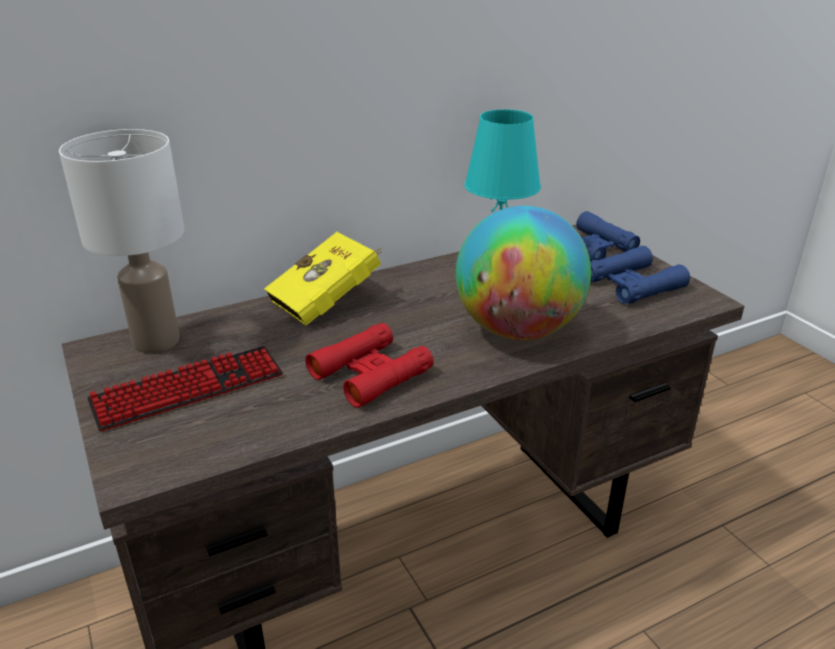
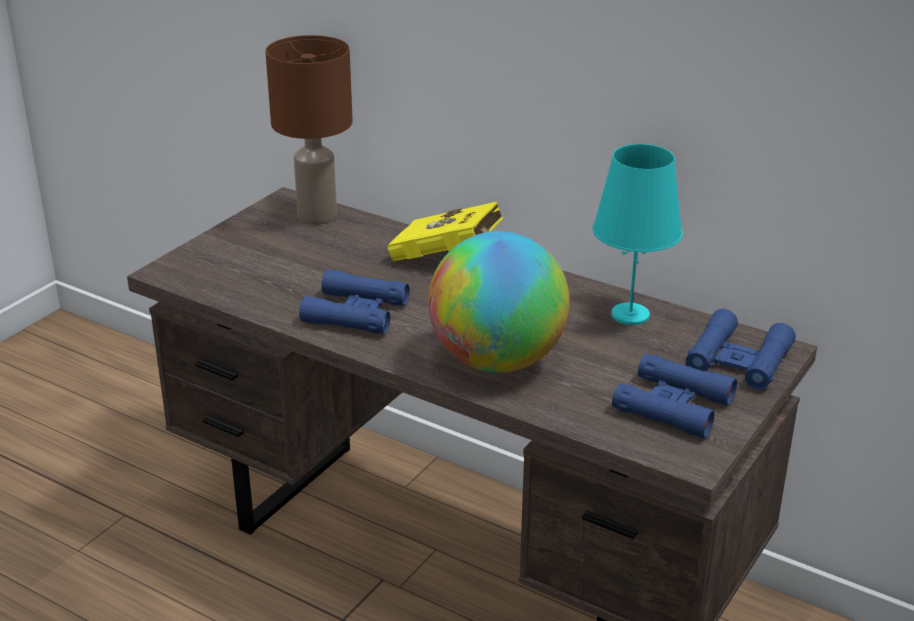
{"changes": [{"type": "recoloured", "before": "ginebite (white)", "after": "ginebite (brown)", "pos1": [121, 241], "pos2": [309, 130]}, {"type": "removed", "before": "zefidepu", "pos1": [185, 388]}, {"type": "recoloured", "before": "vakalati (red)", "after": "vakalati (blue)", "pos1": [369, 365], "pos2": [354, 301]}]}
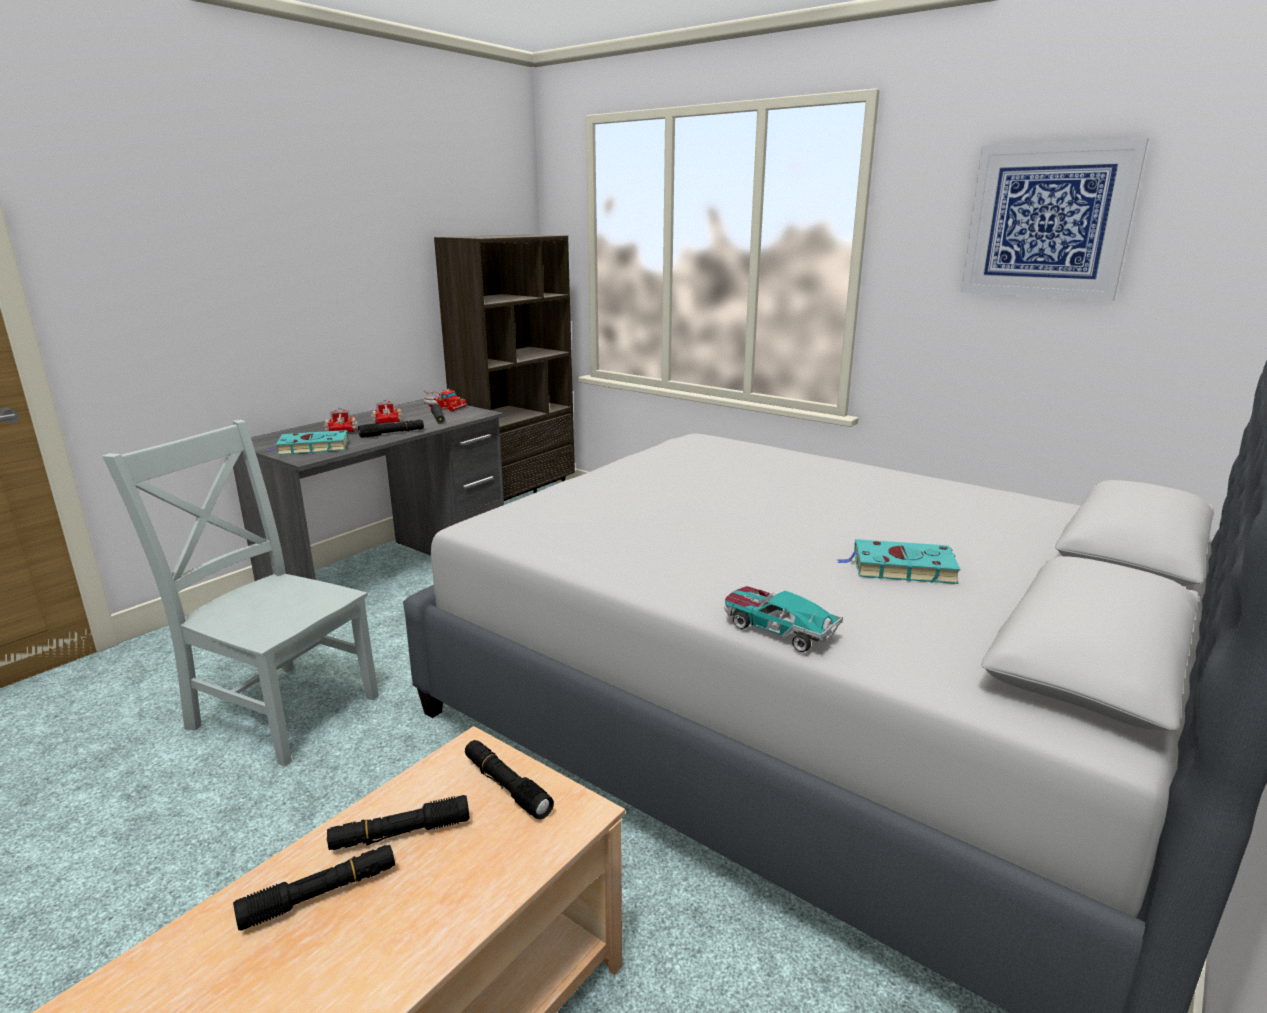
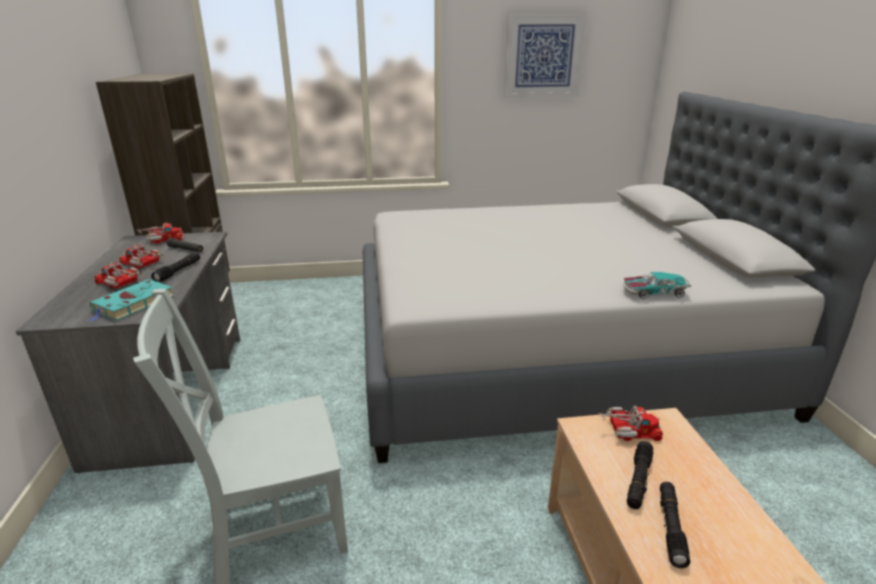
{"changes": [{"type": "replaced", "before": "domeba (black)", "after": "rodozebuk", "pos1": [509, 779], "pos2": [631, 423]}, {"type": "removed", "before": "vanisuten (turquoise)", "pos1": [898, 561]}]}
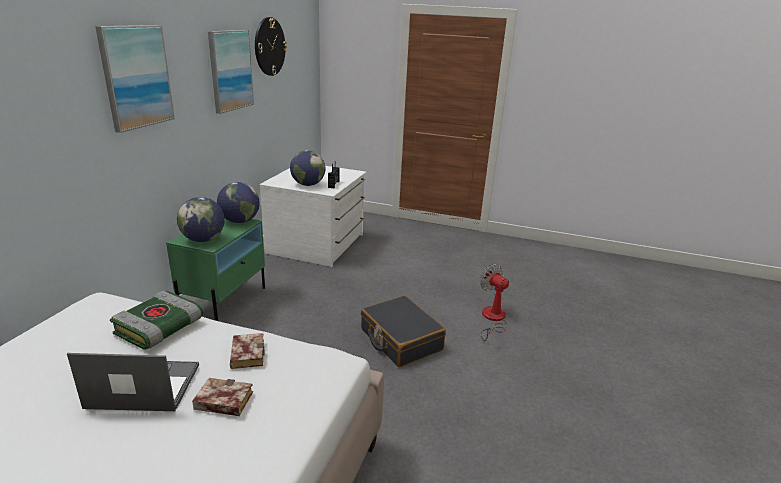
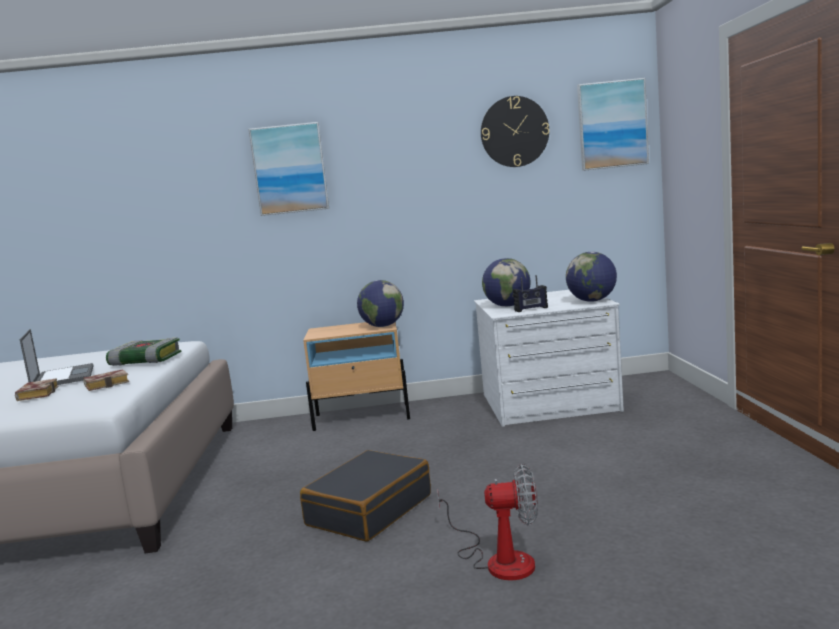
{"changes": [{"type": "recoloured", "before": "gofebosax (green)", "after": "gofebosax (beige)", "pos1": [215, 270], "pos2": [356, 376]}, {"type": "moved", "before": "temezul", "pos1": [201, 219], "pos2": [591, 277]}, {"type": "moved", "before": "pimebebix", "pos1": [231, 72], "pos2": [613, 124]}, {"type": "turned", "before": "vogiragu", "pos1": [494, 302], "pos2": [487, 522], "turn": 60}]}
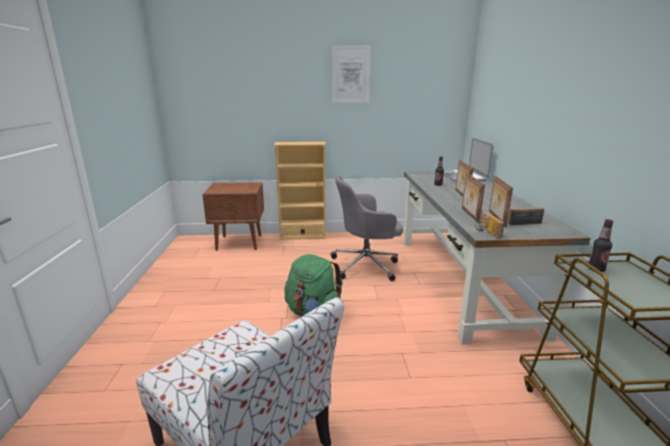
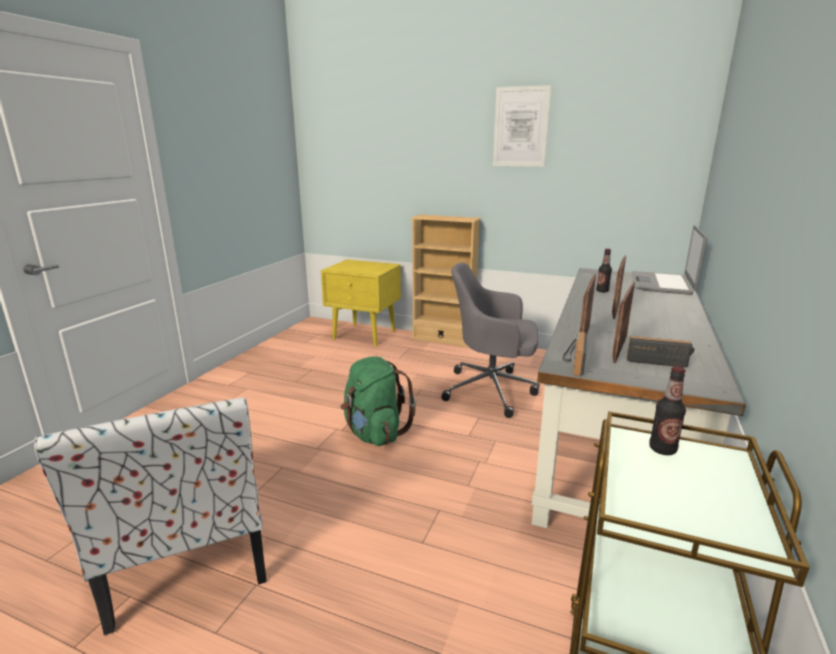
{"changes": [{"type": "recoloured", "before": "gofebosax (brown)", "after": "gofebosax (yellow)", "pos1": [233, 216], "pos2": [361, 303]}]}
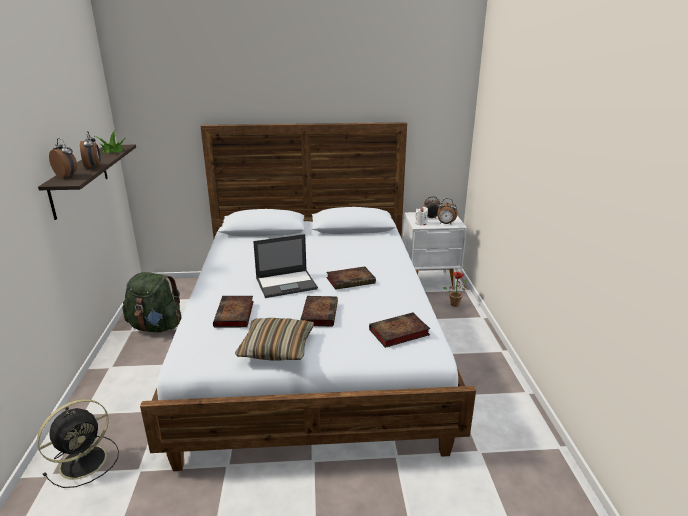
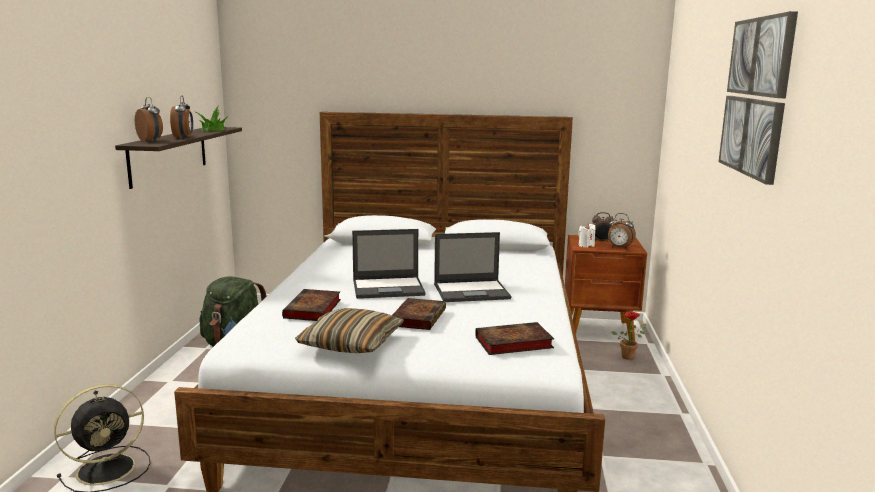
{"changes": [{"type": "replaced", "before": "vanisuten", "after": "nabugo", "pos1": [351, 278], "pos2": [473, 267]}, {"type": "recoloured", "before": "gofebosax (white)", "after": "gofebosax (brown)", "pos1": [435, 251], "pos2": [606, 288]}, {"type": "added", "after": "pimebebix", "pos2": [758, 98]}]}
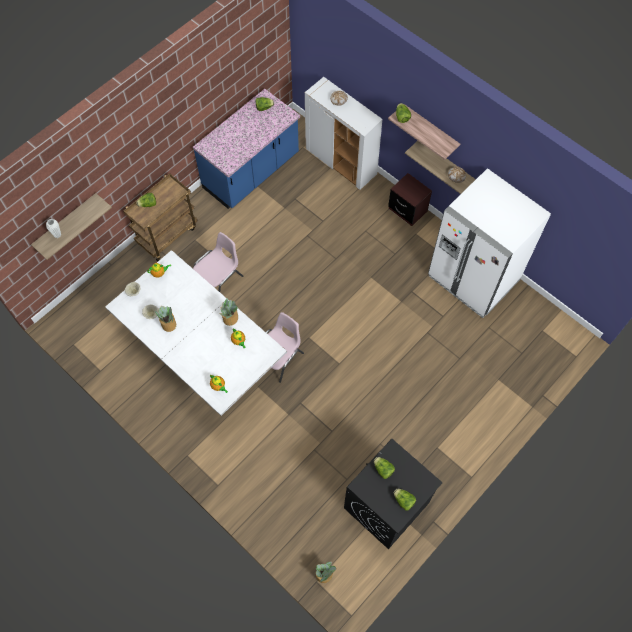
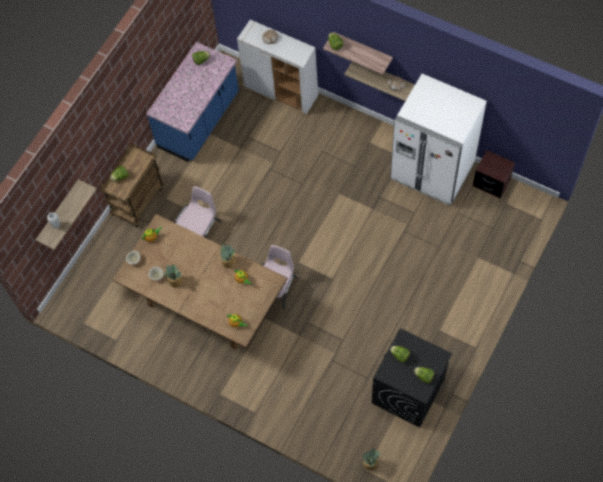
{"changes": [{"type": "recoloured", "before": "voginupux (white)", "after": "voginupux (brown)", "pos1": [196, 333], "pos2": [200, 282]}, {"type": "moved", "before": "gofebosax (brown)", "pos1": [410, 199], "pos2": [494, 174]}]}
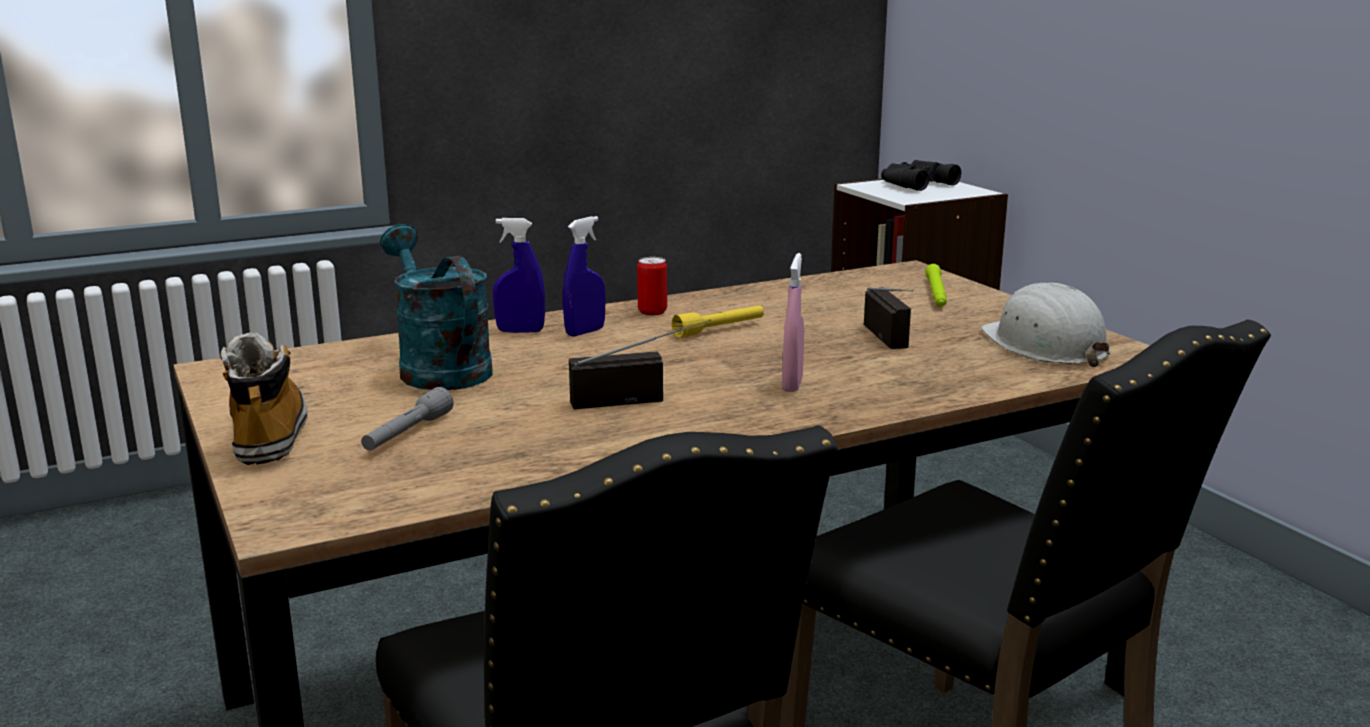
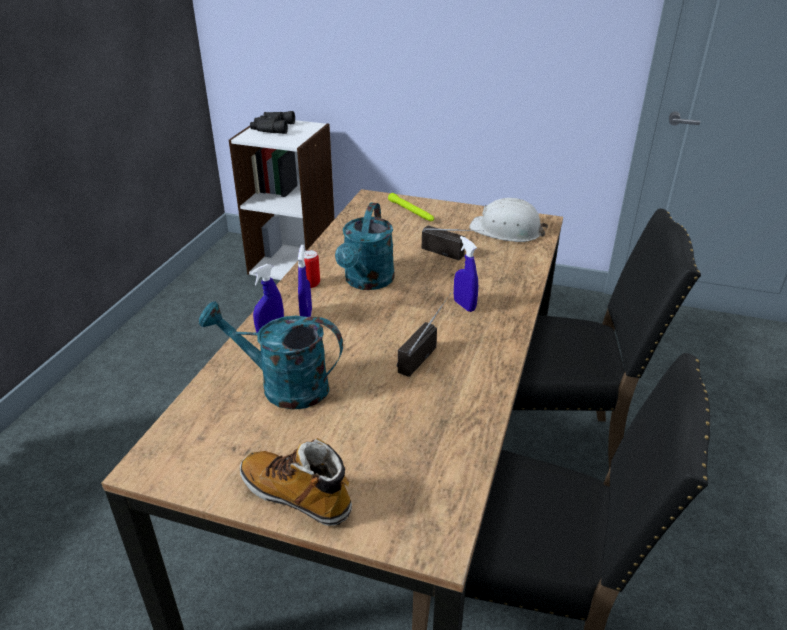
{"changes": [{"type": "removed", "before": "domeba (grey)", "pos1": [407, 419]}, {"type": "replaced", "before": "domeba (yellow)", "after": "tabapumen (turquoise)", "pos1": [718, 321], "pos2": [365, 246]}, {"type": "recoloured", "before": "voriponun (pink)", "after": "voriponun (blue)", "pos1": [793, 322], "pos2": [466, 274]}]}
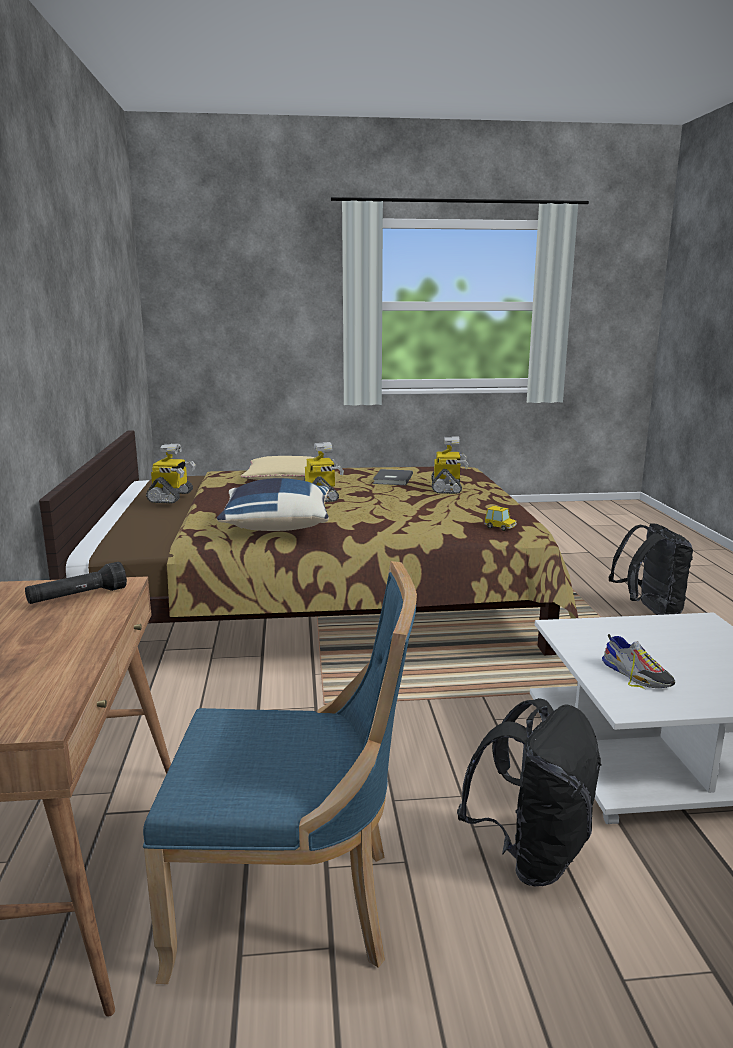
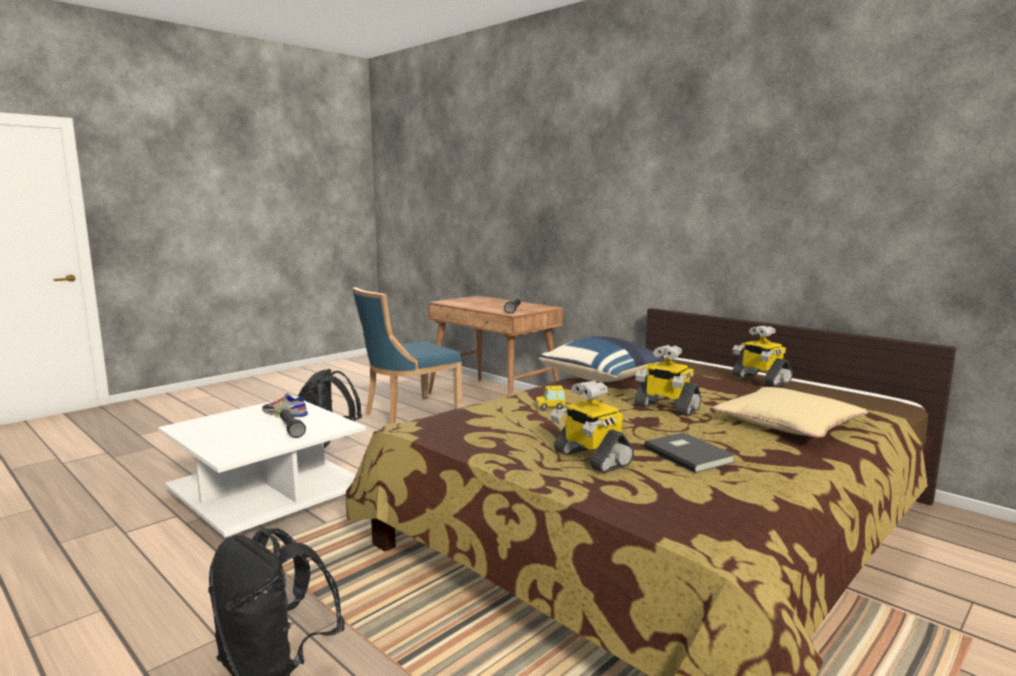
{"changes": [{"type": "moved", "before": "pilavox", "pos1": [500, 518], "pos2": [551, 398]}, {"type": "added", "after": "domeba (black)", "pos2": [293, 424]}]}
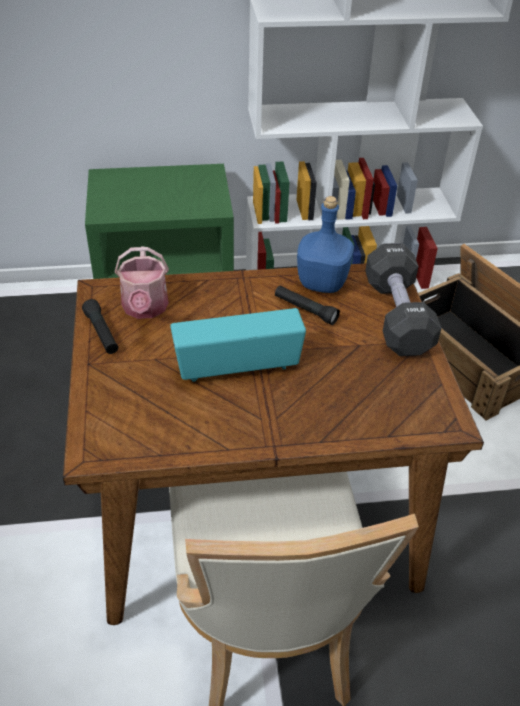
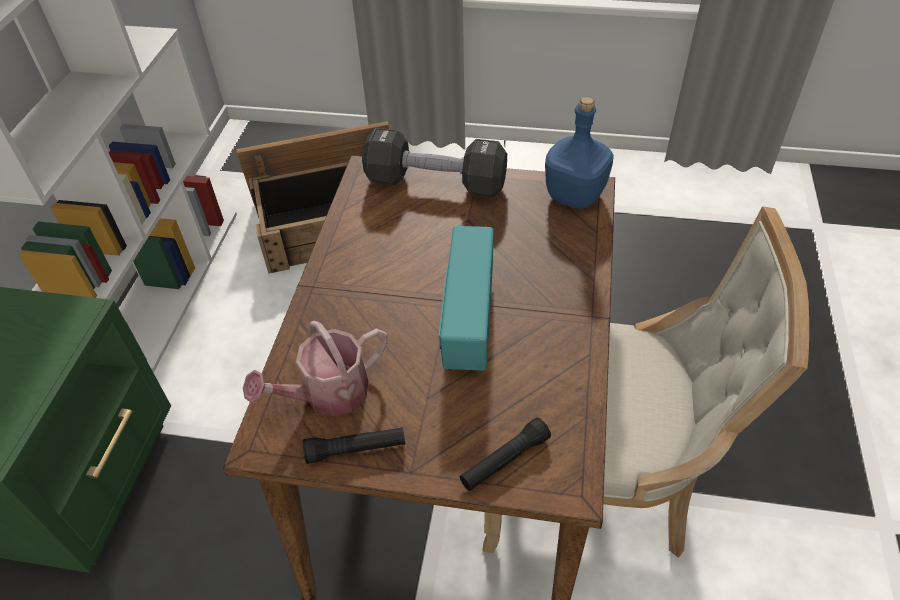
{"changes": [{"type": "turned", "before": "tabapumen", "pos1": [142, 283], "pos2": [315, 368], "turn": 135}, {"type": "moved", "before": "domeba (black)", "pos1": [307, 305], "pos2": [505, 454]}, {"type": "moved", "before": "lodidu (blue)", "pos1": [325, 244], "pos2": [579, 153]}]}
